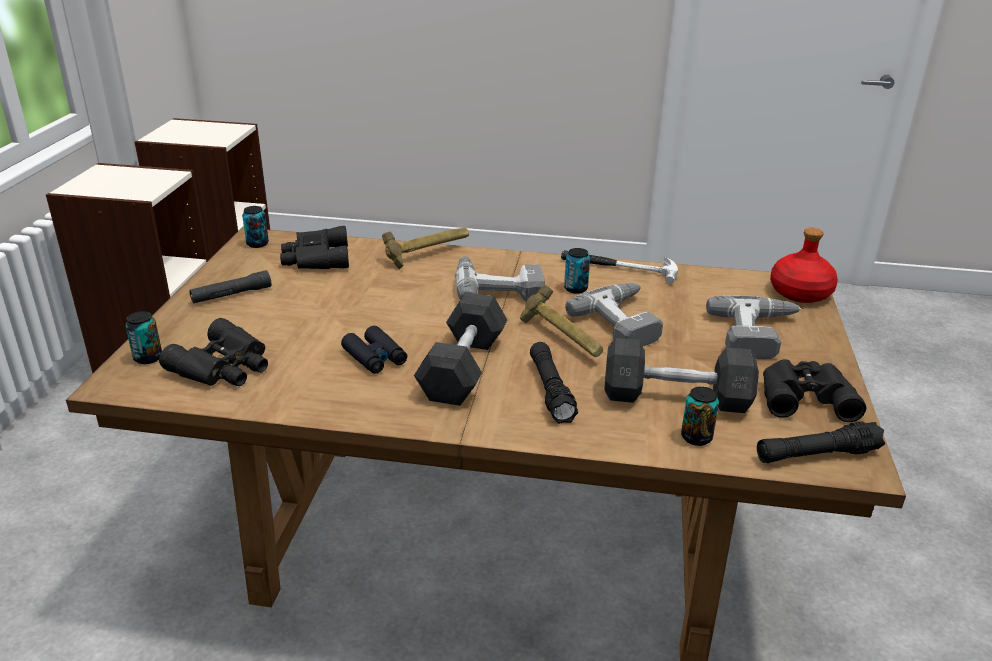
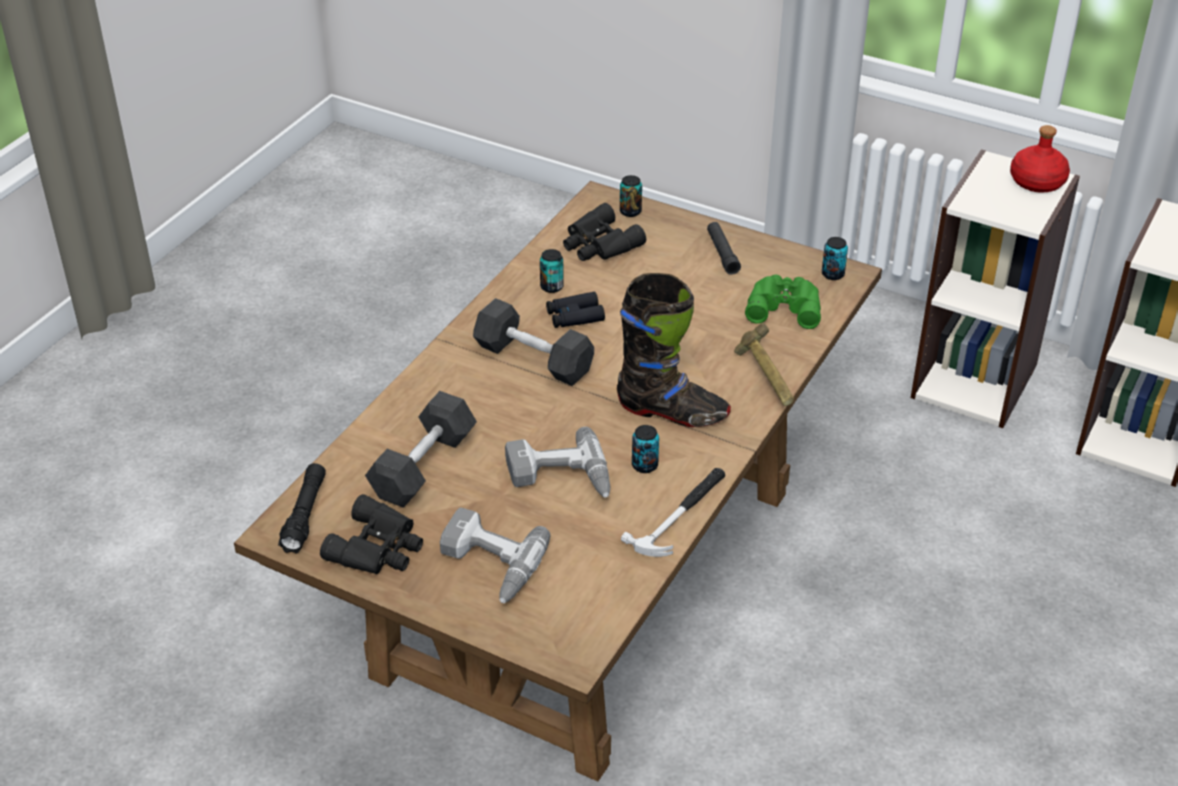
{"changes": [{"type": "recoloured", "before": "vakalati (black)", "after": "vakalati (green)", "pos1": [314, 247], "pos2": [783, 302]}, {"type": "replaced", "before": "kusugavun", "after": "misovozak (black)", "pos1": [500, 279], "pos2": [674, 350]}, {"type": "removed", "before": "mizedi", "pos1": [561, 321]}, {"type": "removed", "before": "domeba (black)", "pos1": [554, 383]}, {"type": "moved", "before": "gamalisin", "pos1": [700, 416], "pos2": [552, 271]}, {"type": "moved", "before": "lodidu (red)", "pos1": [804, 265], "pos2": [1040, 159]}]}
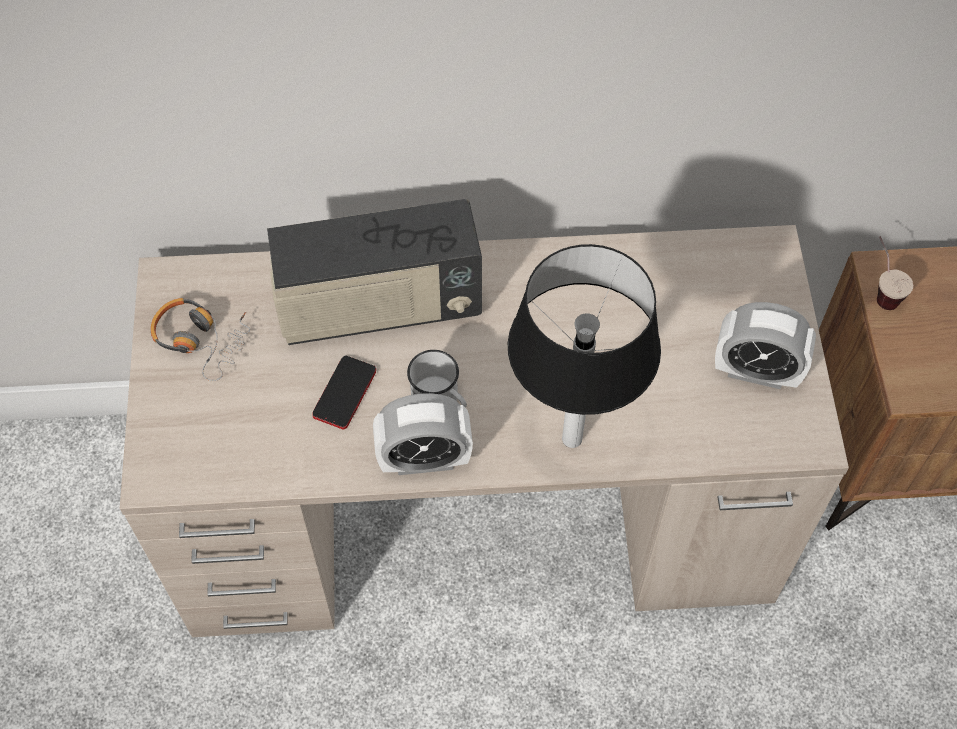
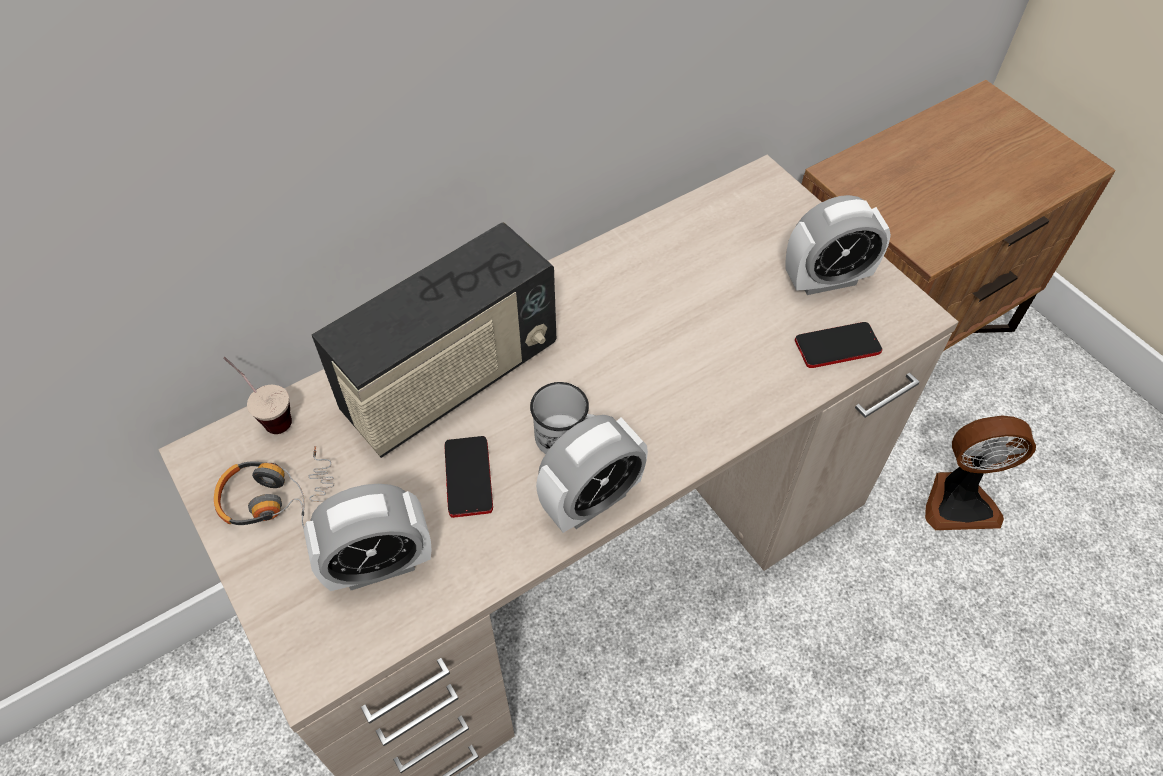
{"changes": [{"type": "removed", "before": "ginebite", "pos1": [584, 346]}, {"type": "moved", "before": "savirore", "pos1": [895, 273], "pos2": [257, 395]}, {"type": "added", "after": "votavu", "pos2": [368, 537]}, {"type": "added", "after": "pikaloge", "pos2": [838, 345]}, {"type": "added", "after": "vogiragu", "pos2": [980, 473]}]}
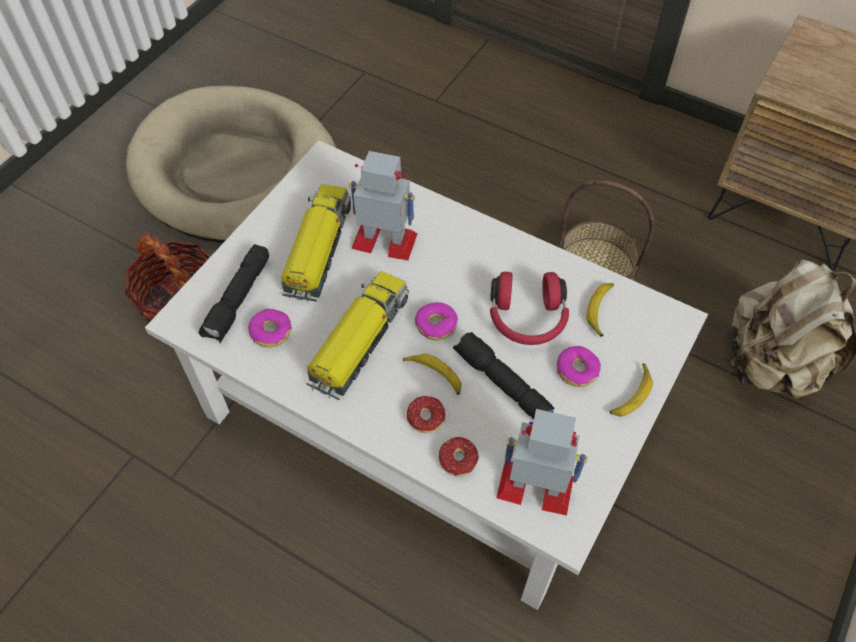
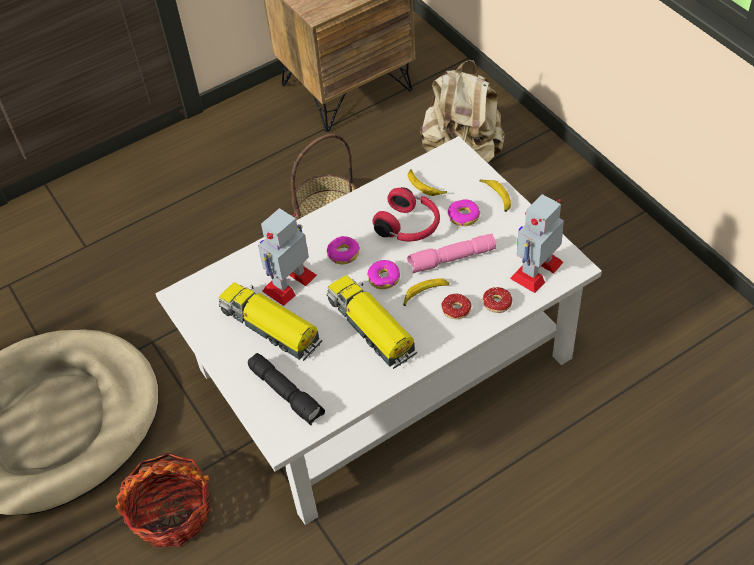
{"changes": [{"type": "moved", "before": "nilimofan", "pos1": [270, 328], "pos2": [343, 250]}, {"type": "recoloured", "before": "domeba (black)", "after": "domeba (pink)", "pos1": [503, 375], "pos2": [452, 253]}]}
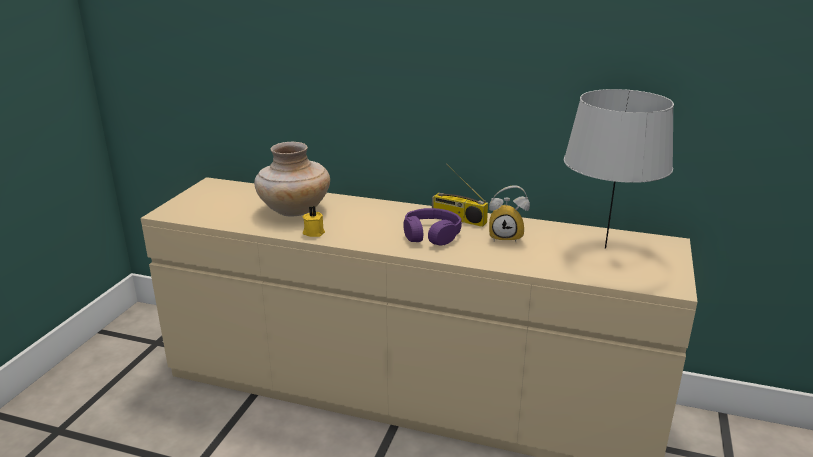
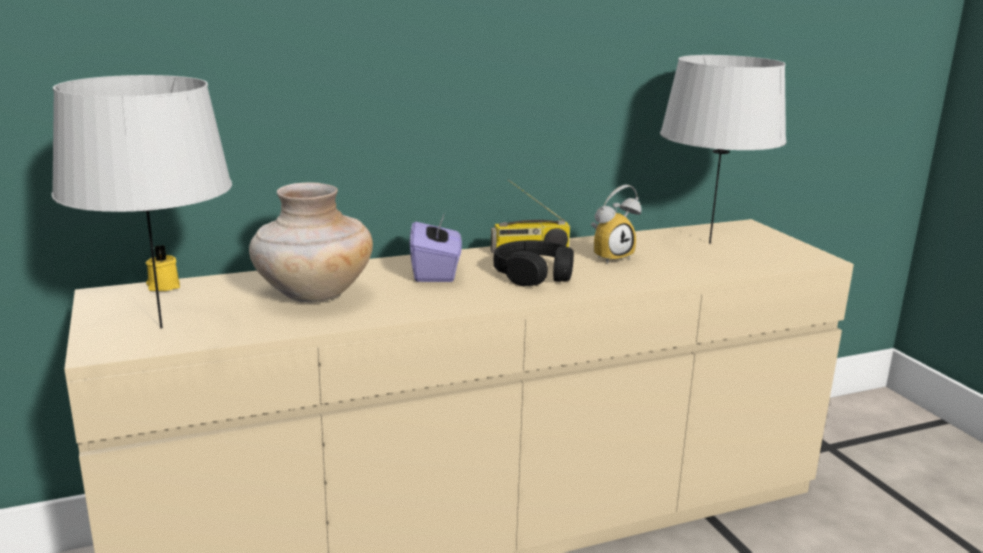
{"changes": [{"type": "moved", "before": "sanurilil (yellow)", "pos1": [314, 221], "pos2": [163, 268]}, {"type": "recoloured", "before": "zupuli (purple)", "after": "zupuli (black)", "pos1": [432, 226], "pos2": [533, 263]}, {"type": "added", "after": "ginebite (grey)", "pos2": [141, 201]}, {"type": "added", "after": "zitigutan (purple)", "pos2": [436, 246]}]}
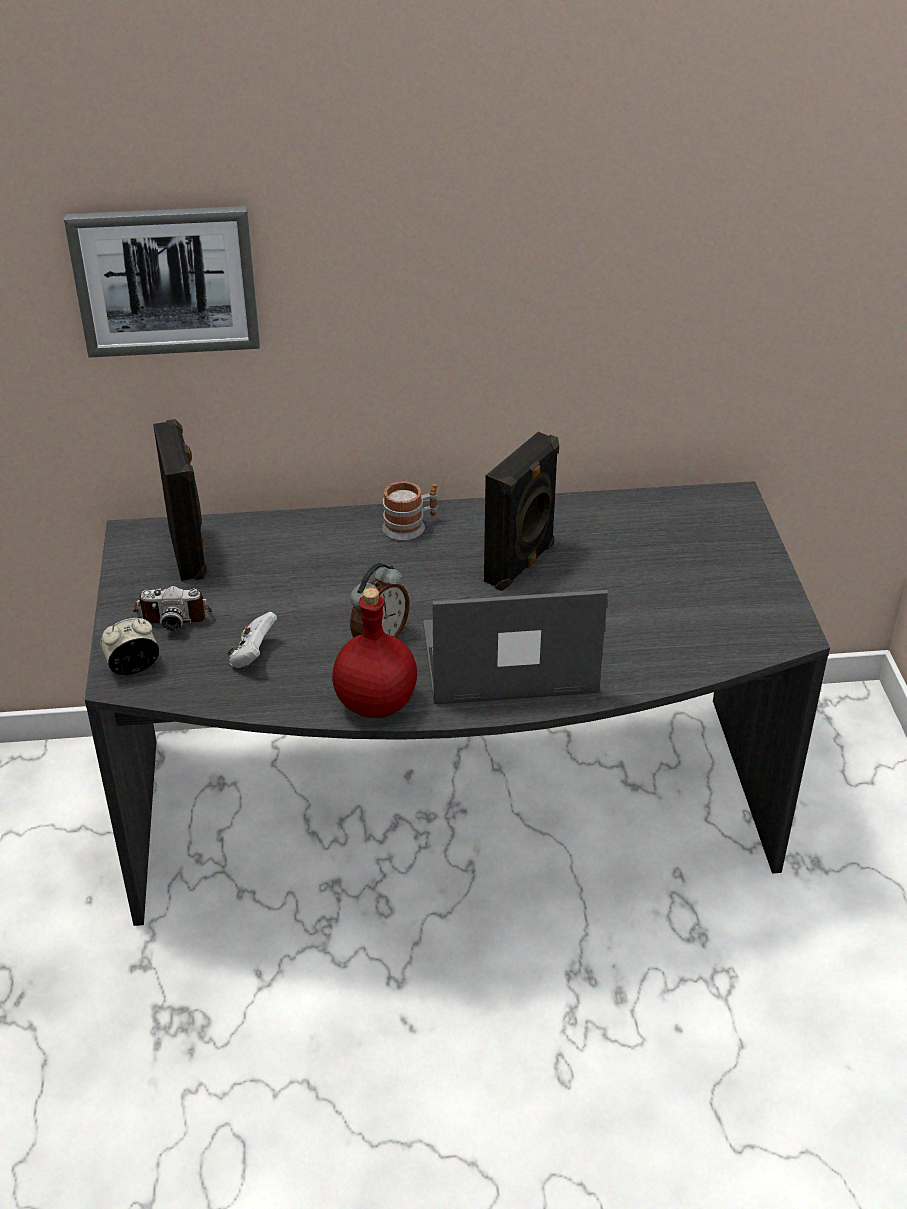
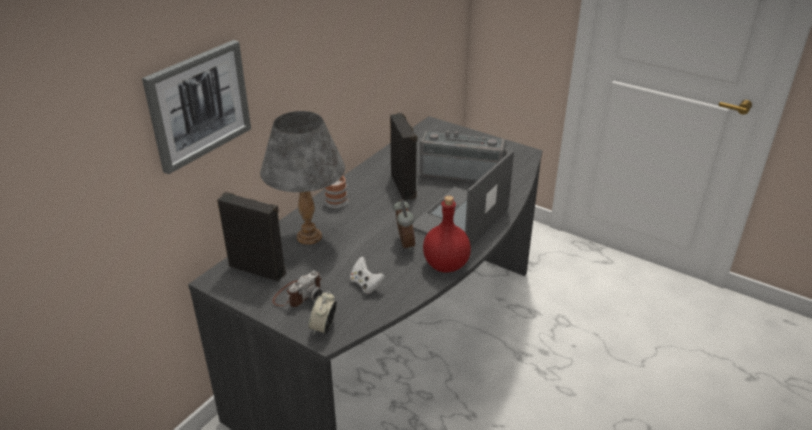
{"changes": [{"type": "added", "after": "ginebite (grey)", "pos2": [302, 178]}, {"type": "added", "after": "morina", "pos2": [463, 156]}]}
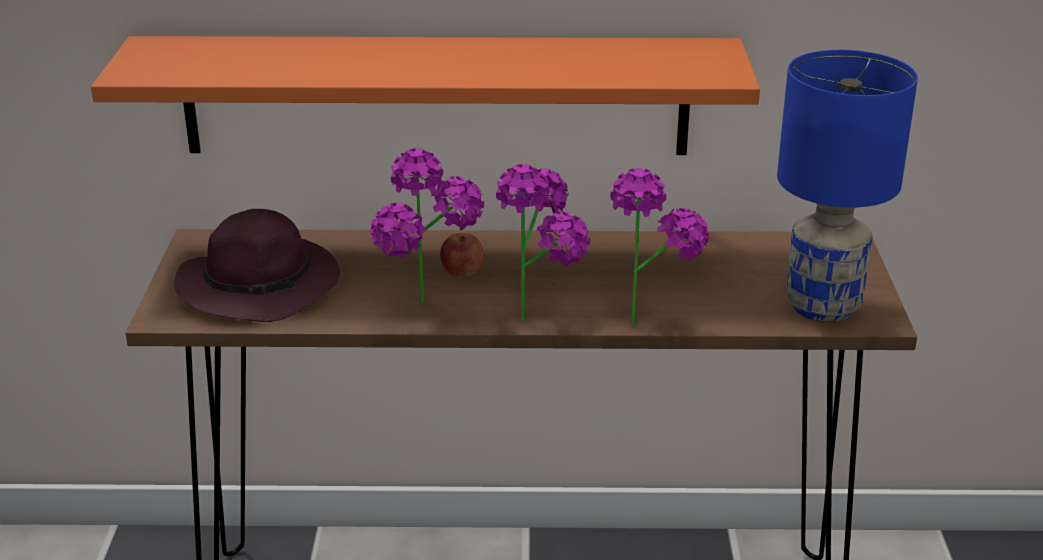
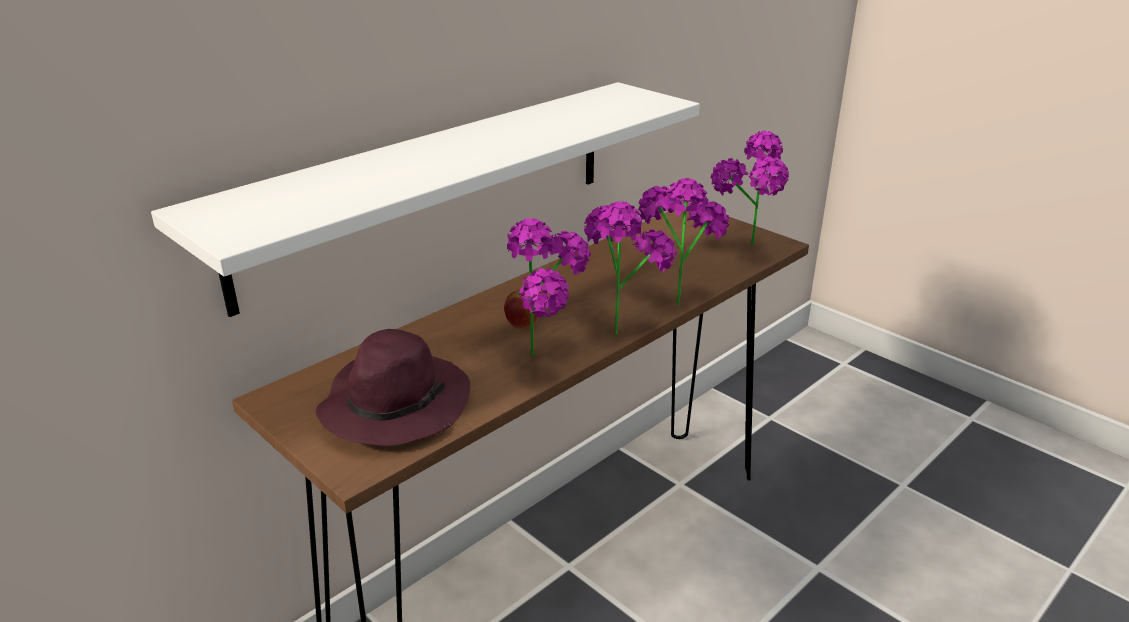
{"changes": [{"type": "recoloured", "before": "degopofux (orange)", "after": "degopofux (white)", "pos1": [425, 95], "pos2": [425, 199]}, {"type": "replaced", "before": "ginebite (blue)", "after": "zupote", "pos1": [847, 186], "pos2": [750, 188]}]}
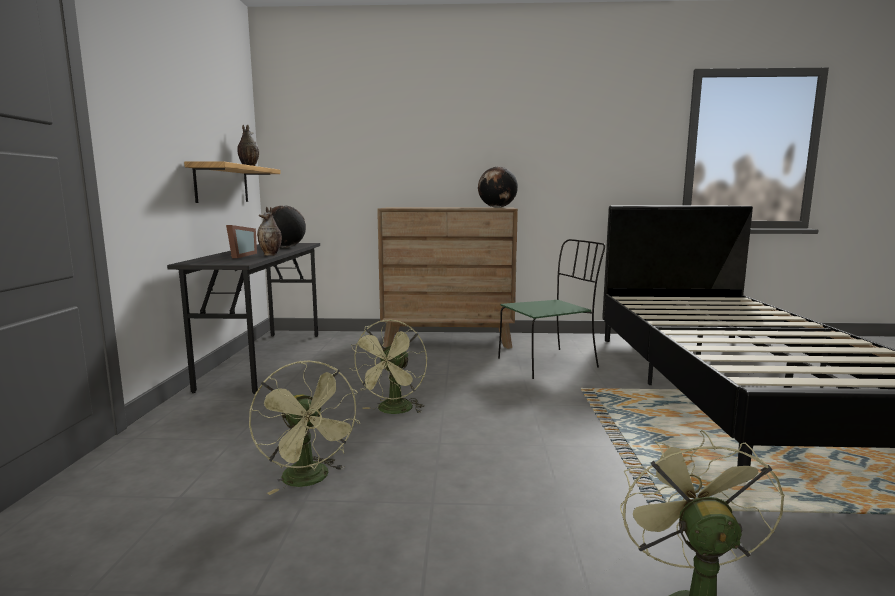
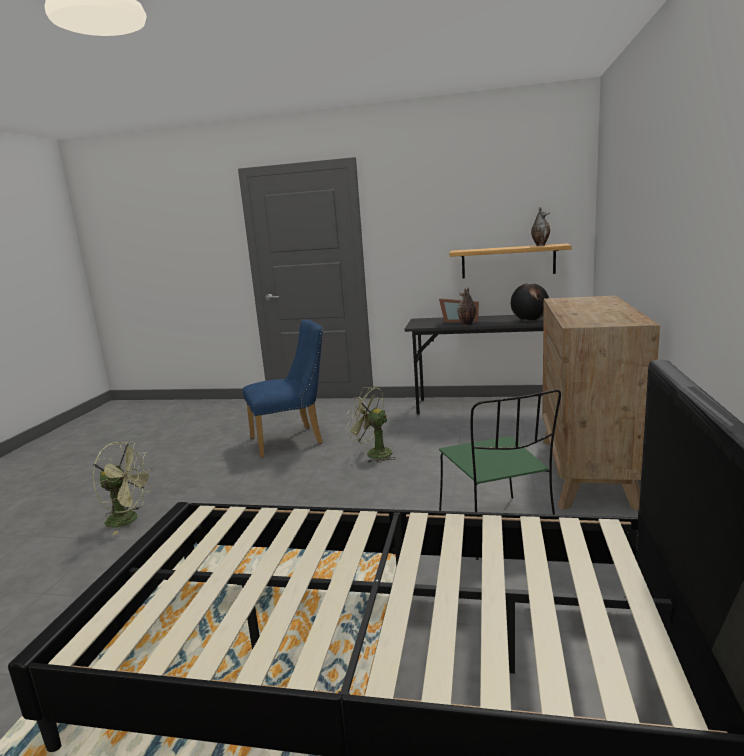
{"changes": [{"type": "replaced", "before": "vogiragu (green)", "after": "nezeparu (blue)", "pos1": [304, 427], "pos2": [283, 389]}, {"type": "removed", "before": "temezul", "pos1": [498, 187]}]}
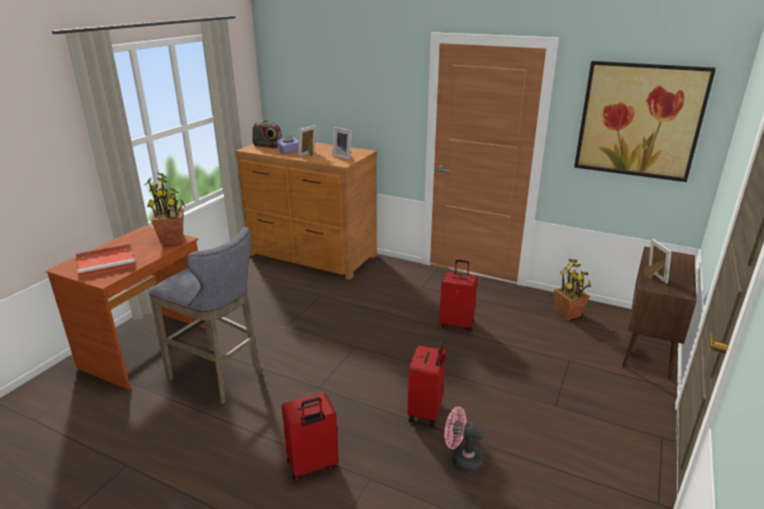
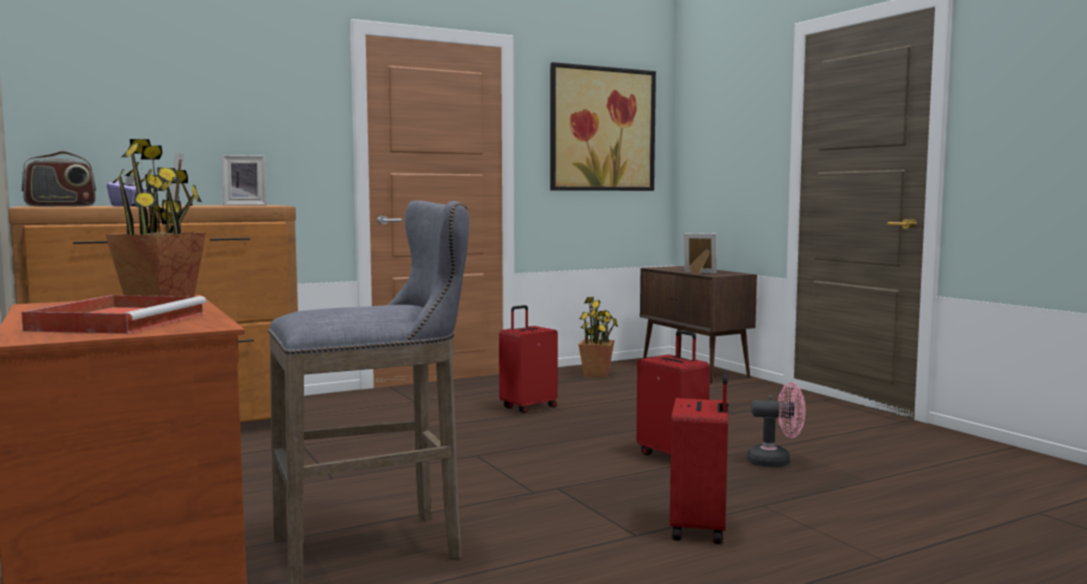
{"changes": [{"type": "turned", "before": "vogiragu (pink)", "pos1": [464, 440], "pos2": [776, 424], "turn": -135}]}
